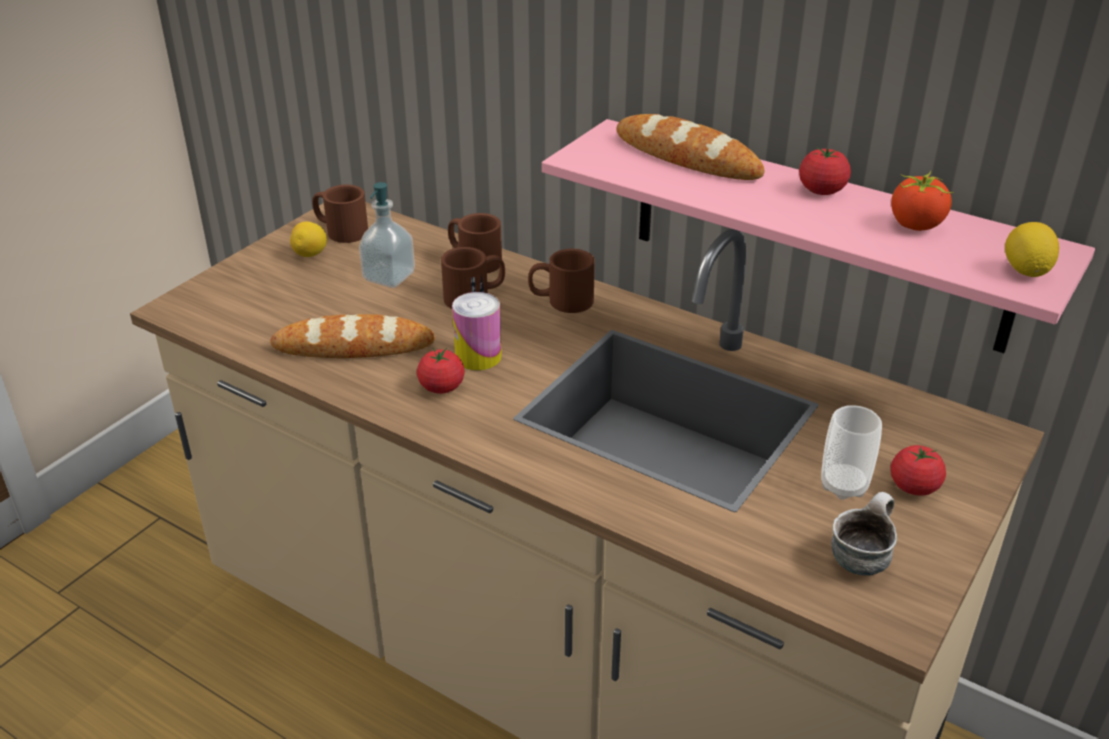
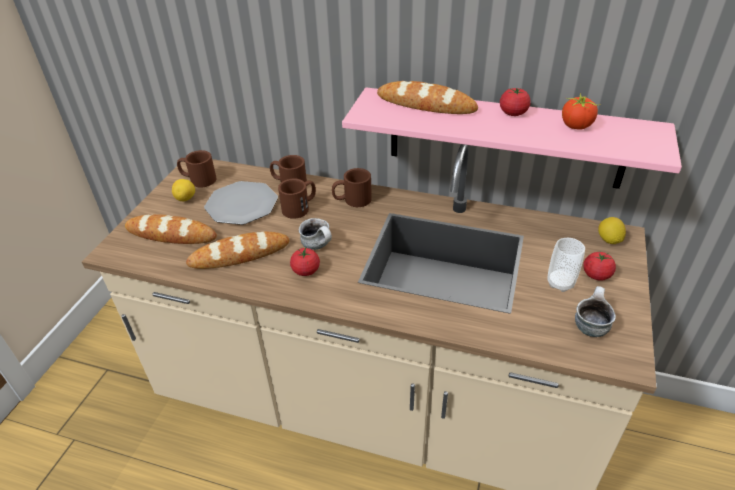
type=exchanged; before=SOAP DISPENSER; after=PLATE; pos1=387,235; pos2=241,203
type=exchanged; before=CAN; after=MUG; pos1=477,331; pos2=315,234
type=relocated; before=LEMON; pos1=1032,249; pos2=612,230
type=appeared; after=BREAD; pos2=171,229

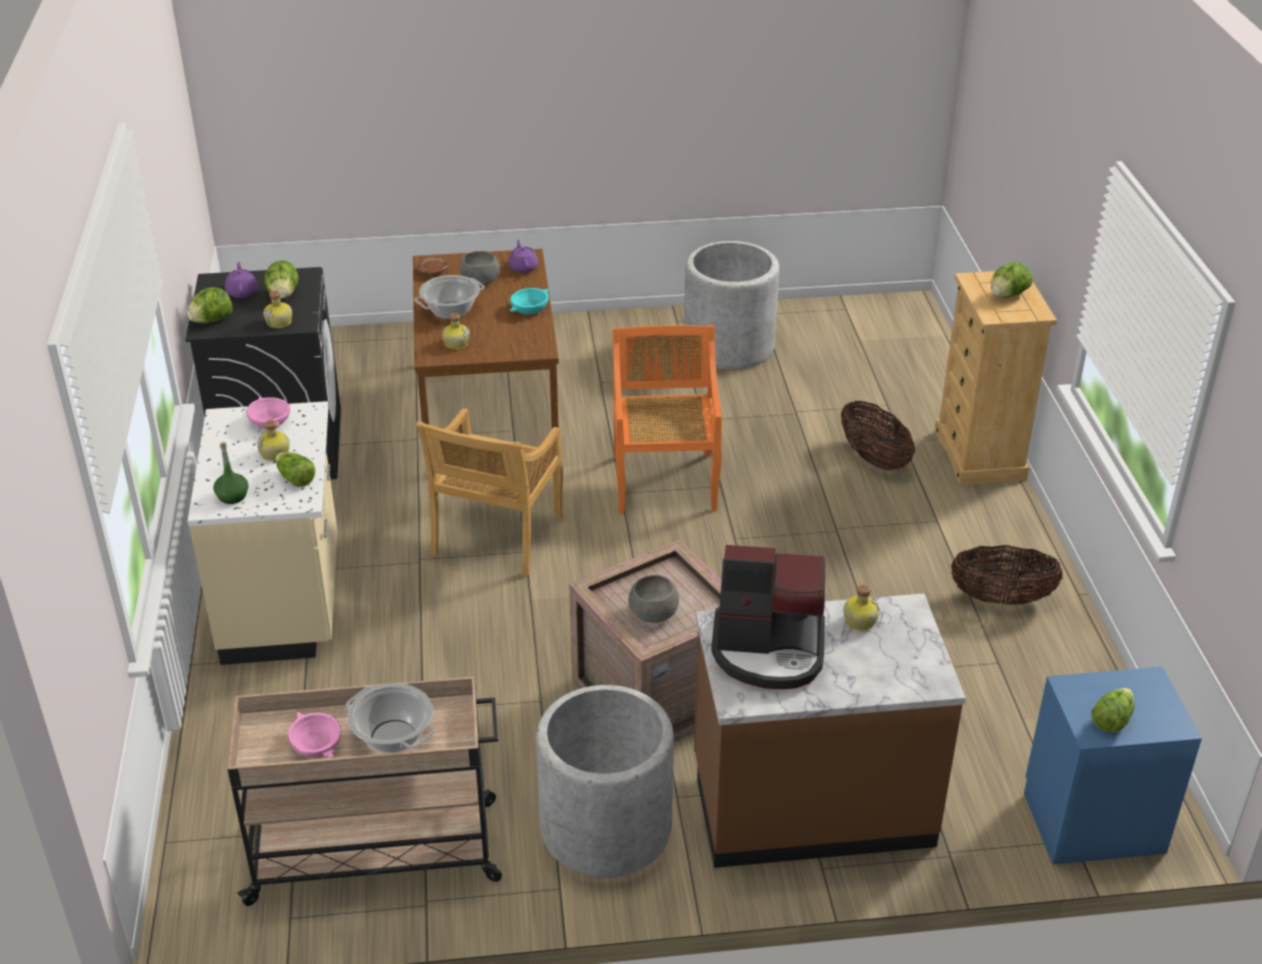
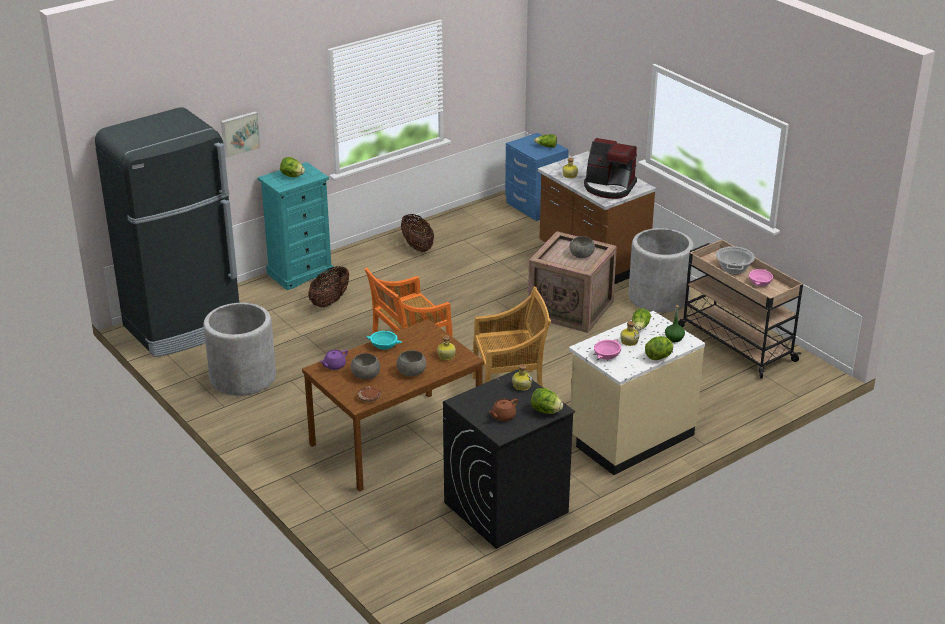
type=colour; before=PURPLE TEAPOT; after=BROWN TEAPOT; pos1=241,280; pos2=503,410
type=relocated; before=LETTUCE; pos1=281,279; pos2=659,348
type=exchanged; before=COOKING POT; after=GREY BOWL; pos1=450,297; pos2=411,363
type=spun; before=COFFEE MACHINE; pos1=768,617; pos2=610,168; turn=135
type=colour; before=BEIGE DRESSER; after=TURQUOISE DRESSER; pos1=996,378; pos2=296,226
type=appeared; after=BLACK FRIDGE; pos2=167,232
type=appeared; after=PICTURE; pos2=241,134

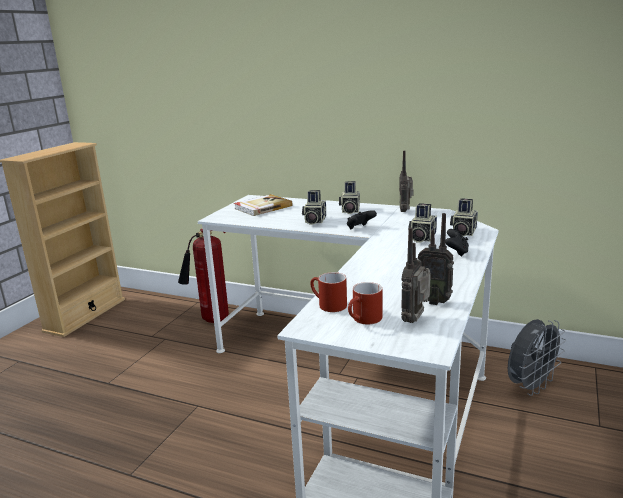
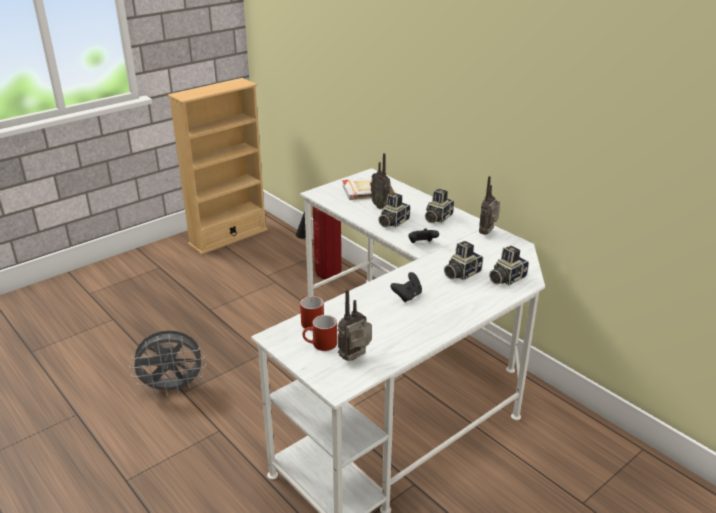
type=relocated; before=RADIO; pos1=436,259; pos2=381,181
type=relocated; before=BLACK GAME CONTROLLER; pos1=457,242; pos2=406,287
type=relocated; before=GREY FAN; pos1=537,357; pos2=167,363

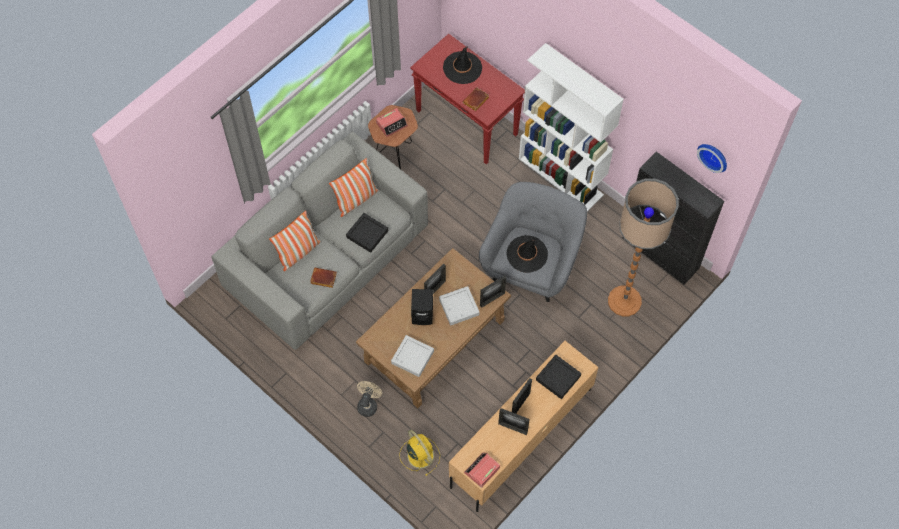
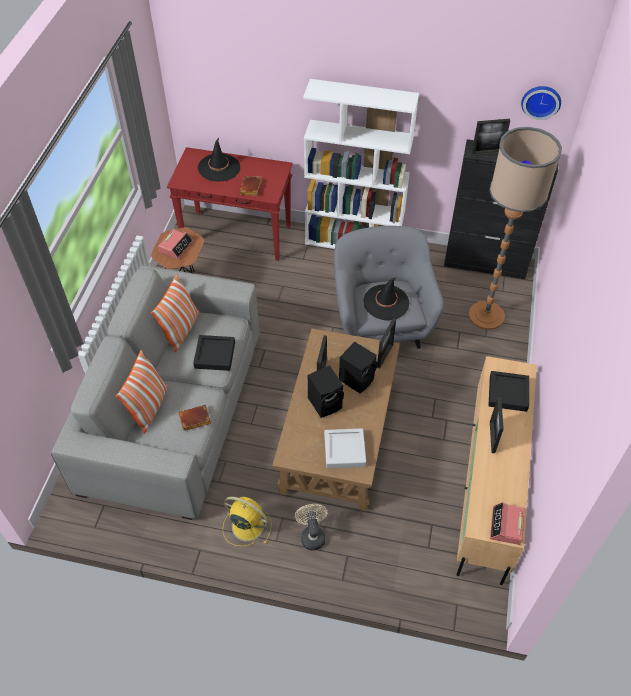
type=relocated; before=YELLOW FAN; pos1=419,453; pos2=247,521
type=exchanged; before=GREY TRAY; after=BLACK SPEAKER; pos1=459,305; pos2=358,367
type=relocated; before=PICTURE FRAME; pos1=514,421; pos2=490,137

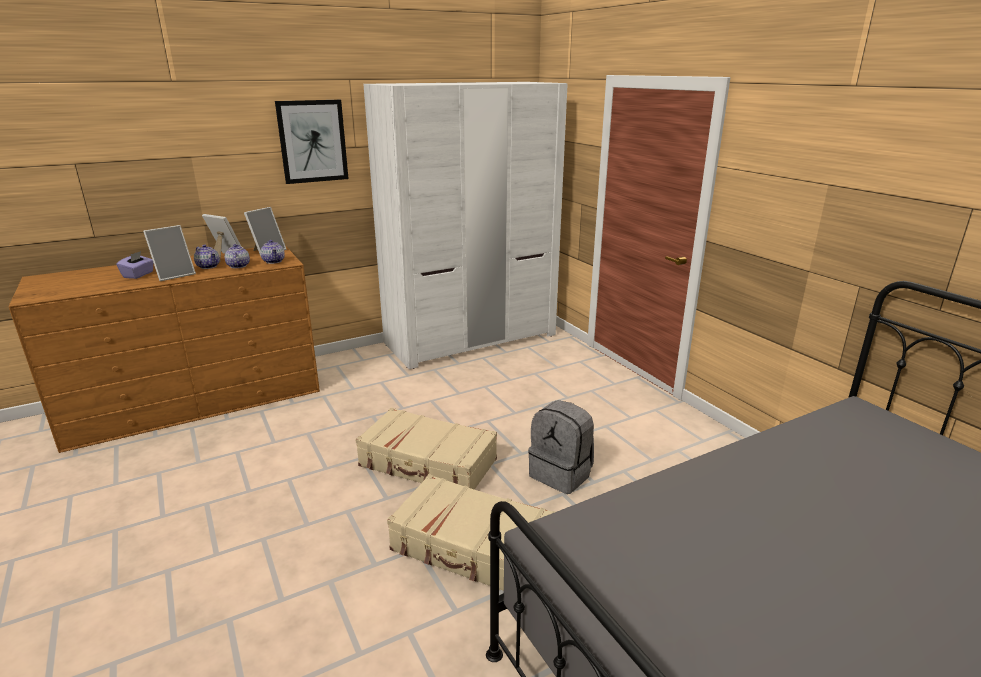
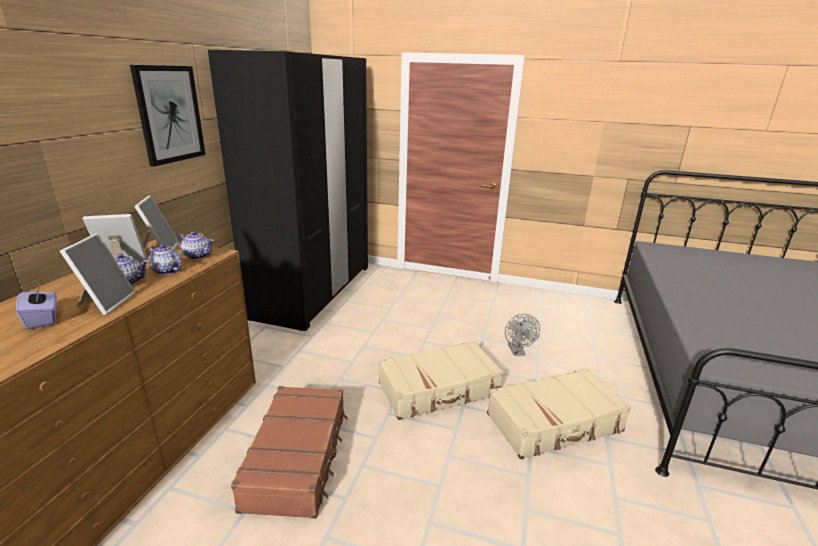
type=colour; before=WHITE WARDROBE; after=BLACK WARDROBE; pos1=465,225; pos2=288,190
type=exchanged; before=GREY BACKPACK; after=GREY FAN; pos1=561,447; pos2=522,335
type=appeared; after=BROWN SUITCASE; pos2=289,452

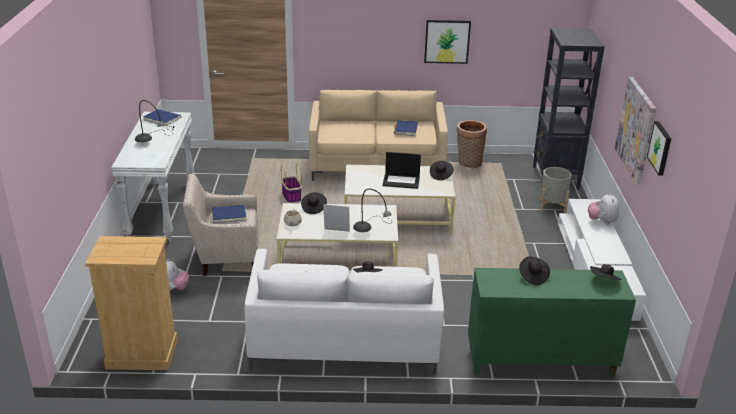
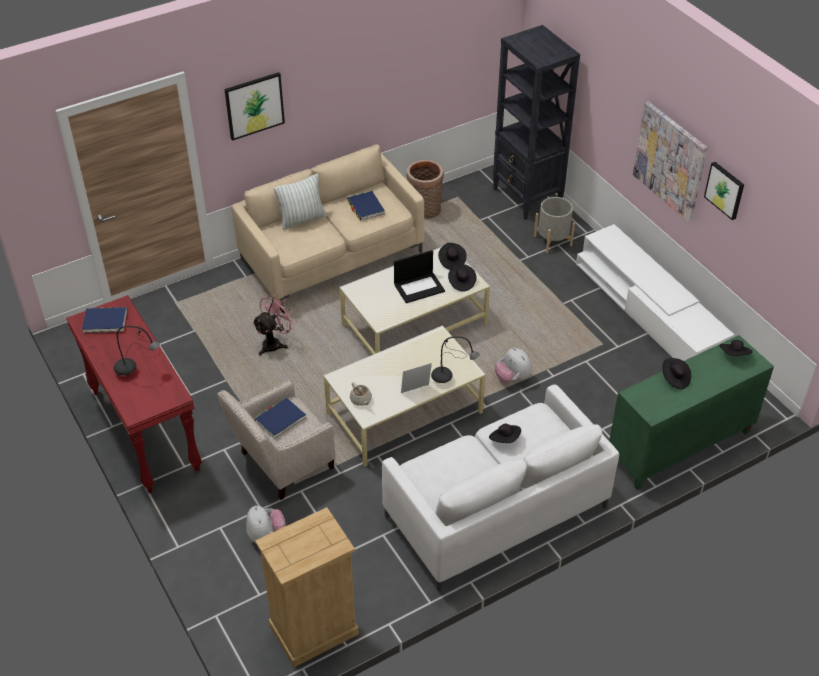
type=colour; before=WHITE CONSOLE TABLE; after=RED CONSOLE TABLE; pos1=153,177; pos2=134,394
type=exchanged; before=BASKET; after=PINK FAN; pos1=291,183; pos2=274,324
type=relocated; before=BLACK HAT; pos1=314,203; pos2=462,278
type=relocated; before=PICTURE; pos1=447,42; pos2=254,106
type=relocated; before=PLUSH TOY; pos1=603,209; pos2=513,365
type=appeared; after=PILLOW; pos2=300,202

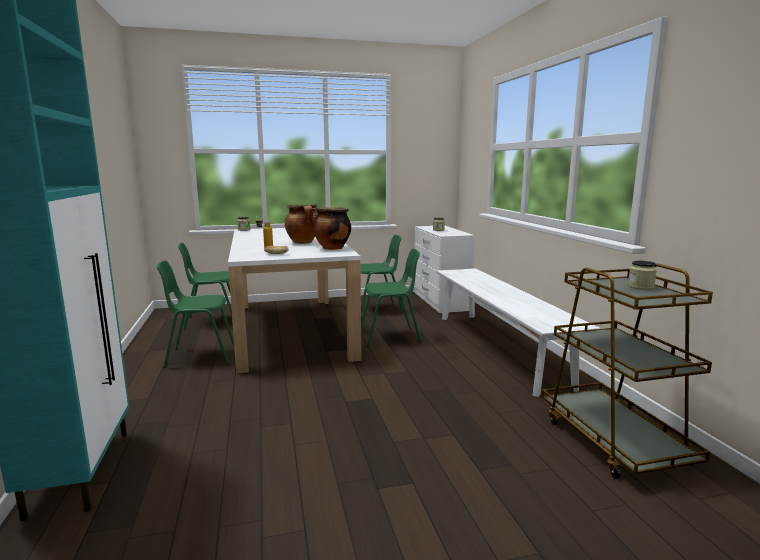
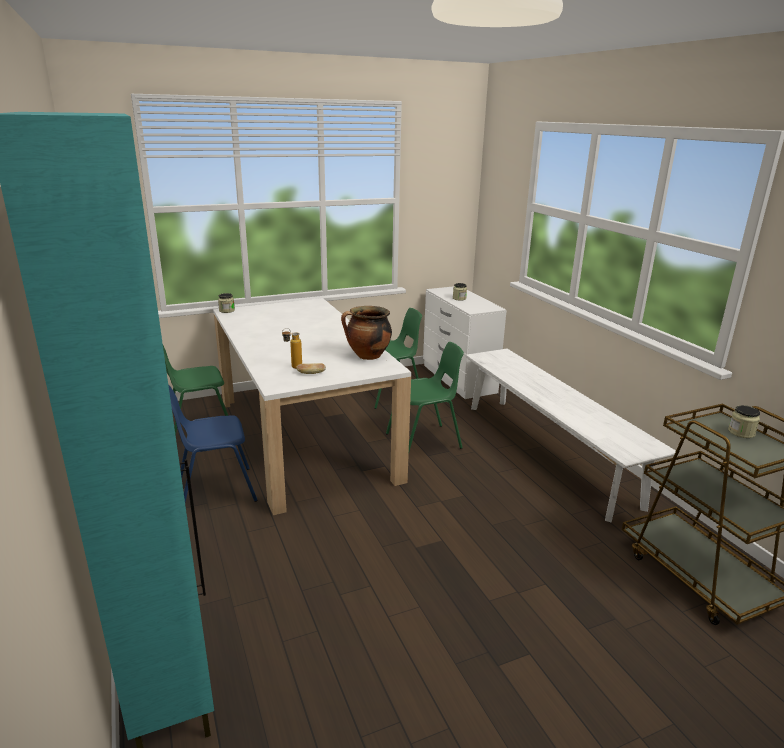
type=colour; before=GREEN CHAIR; after=BLUE CHAIR; pos1=195,314; pos2=212,443
type=missing; before=COOKING POT; pos1=301,224

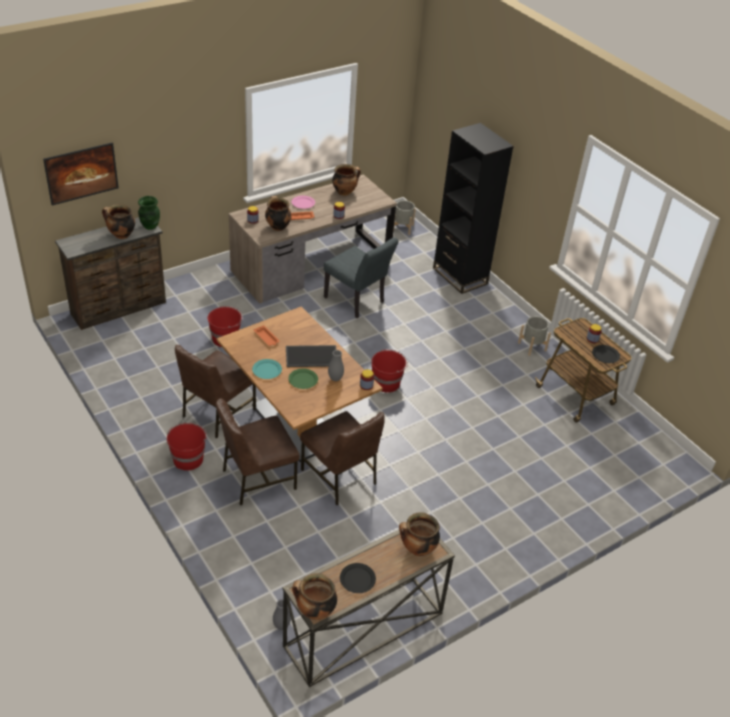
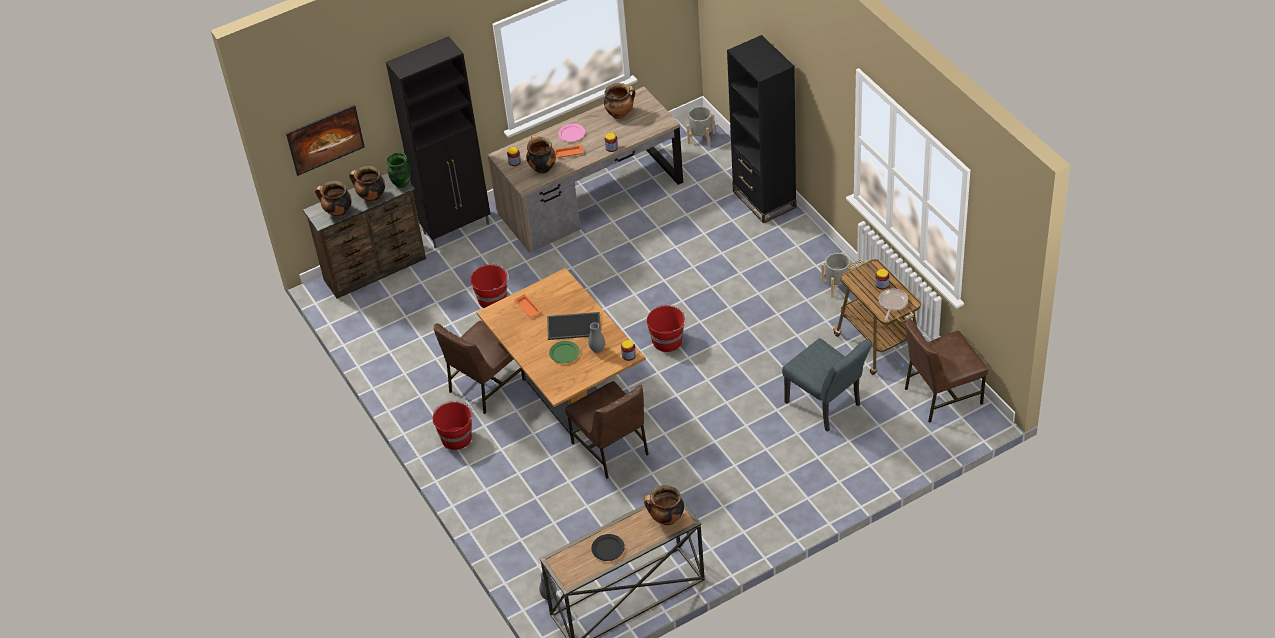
type=relocated; before=BROWN CHAIR; pos1=258,452; pos2=946,371
type=missing; before=TURQUOISE PLATE; pos1=267,369
type=relocated; before=COOKING POT; pos1=314,596; pos2=333,199
type=relocated; before=GREY CHAIR; pos1=361,277; pos2=827,385
type=exchanged; before=BLACK PLATE; after=FRYING PAN; pos1=606,354; pos2=893,304
type=appeared; after=BLACK CABINET; pos2=438,142

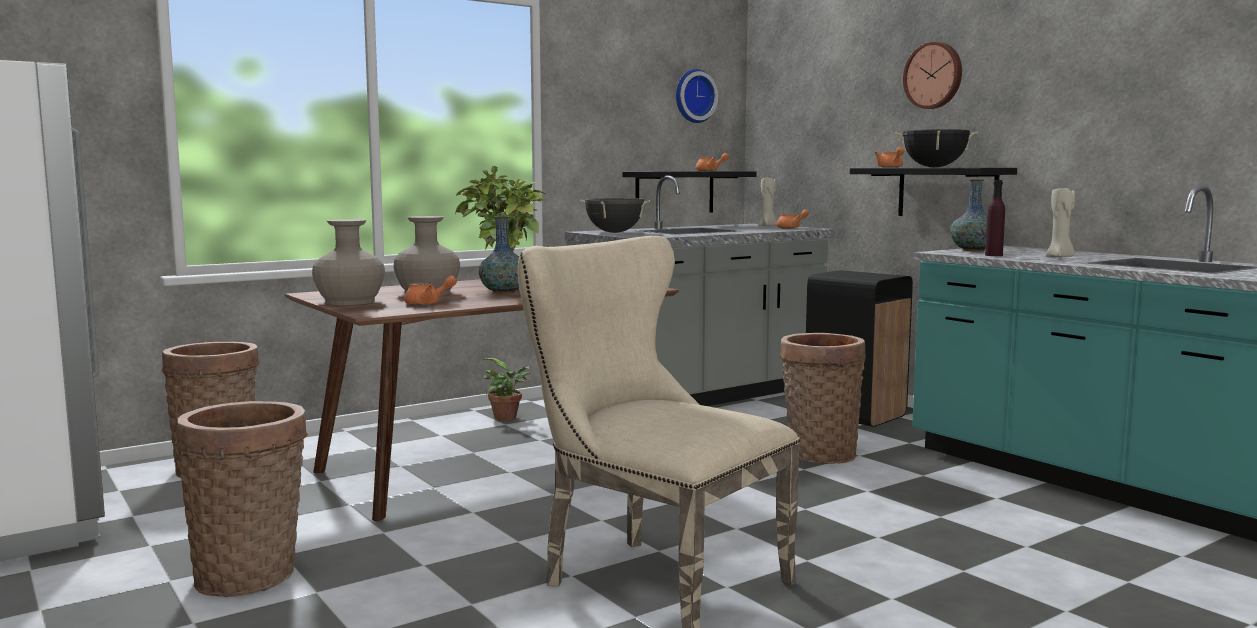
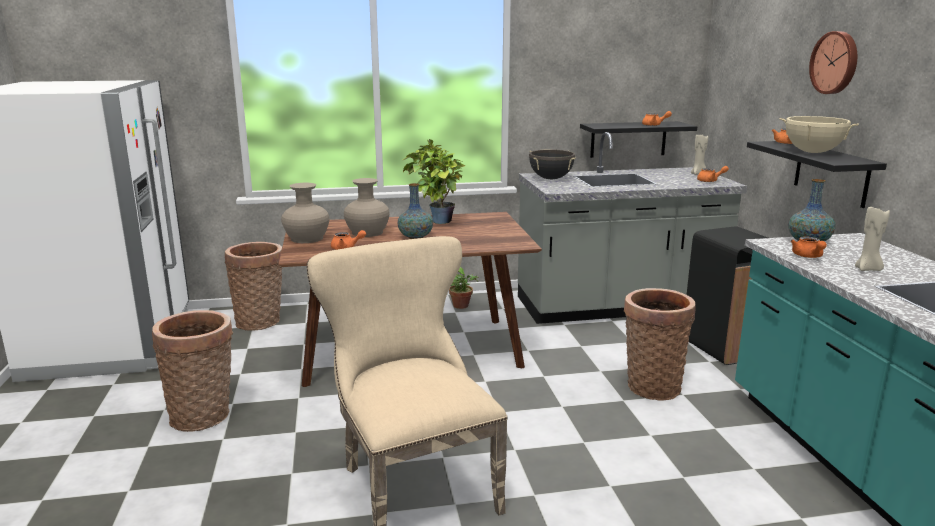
type=missing; before=WALL CLOCK; pos1=697,96
type=colour; before=BLACK COOKING POT; after=BEIGE COOKING POT; pos1=936,148; pos2=819,134
type=exchanged; before=PURPLE BOTTLE; after=ORANGE TEAPOT; pos1=995,218; pos2=809,247

